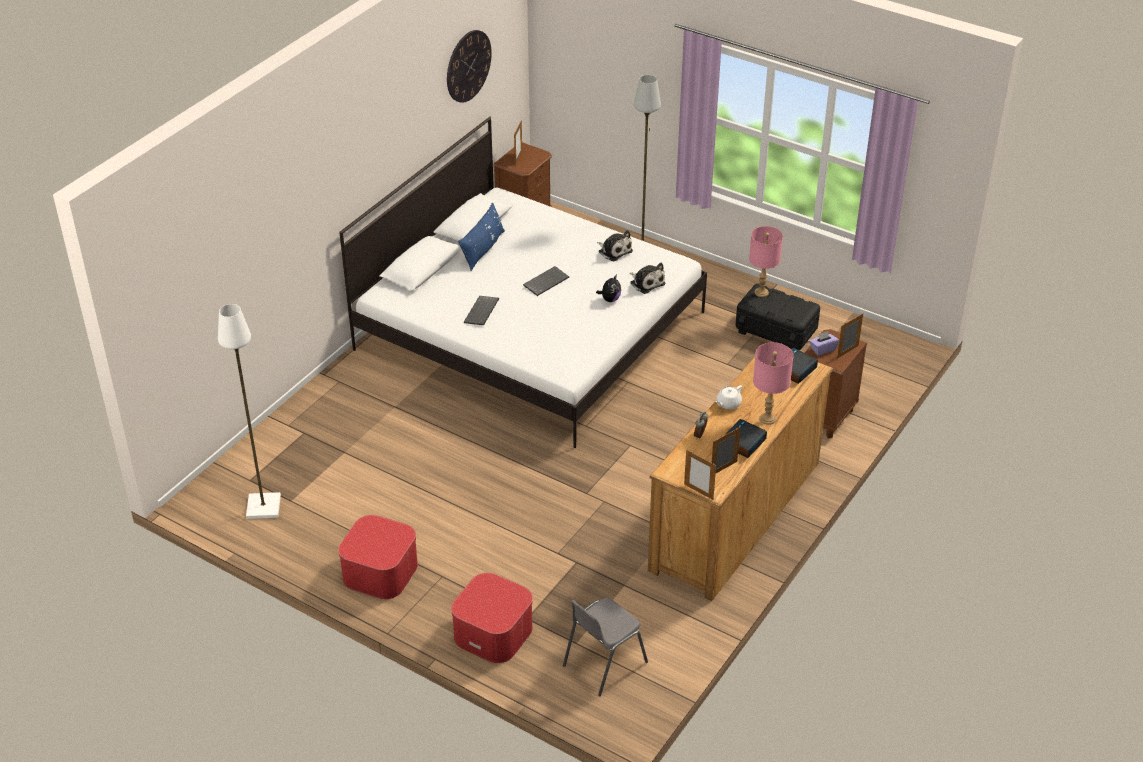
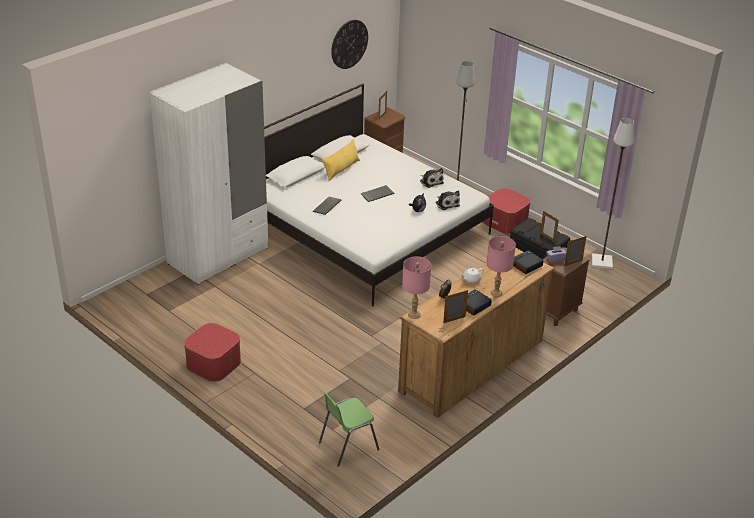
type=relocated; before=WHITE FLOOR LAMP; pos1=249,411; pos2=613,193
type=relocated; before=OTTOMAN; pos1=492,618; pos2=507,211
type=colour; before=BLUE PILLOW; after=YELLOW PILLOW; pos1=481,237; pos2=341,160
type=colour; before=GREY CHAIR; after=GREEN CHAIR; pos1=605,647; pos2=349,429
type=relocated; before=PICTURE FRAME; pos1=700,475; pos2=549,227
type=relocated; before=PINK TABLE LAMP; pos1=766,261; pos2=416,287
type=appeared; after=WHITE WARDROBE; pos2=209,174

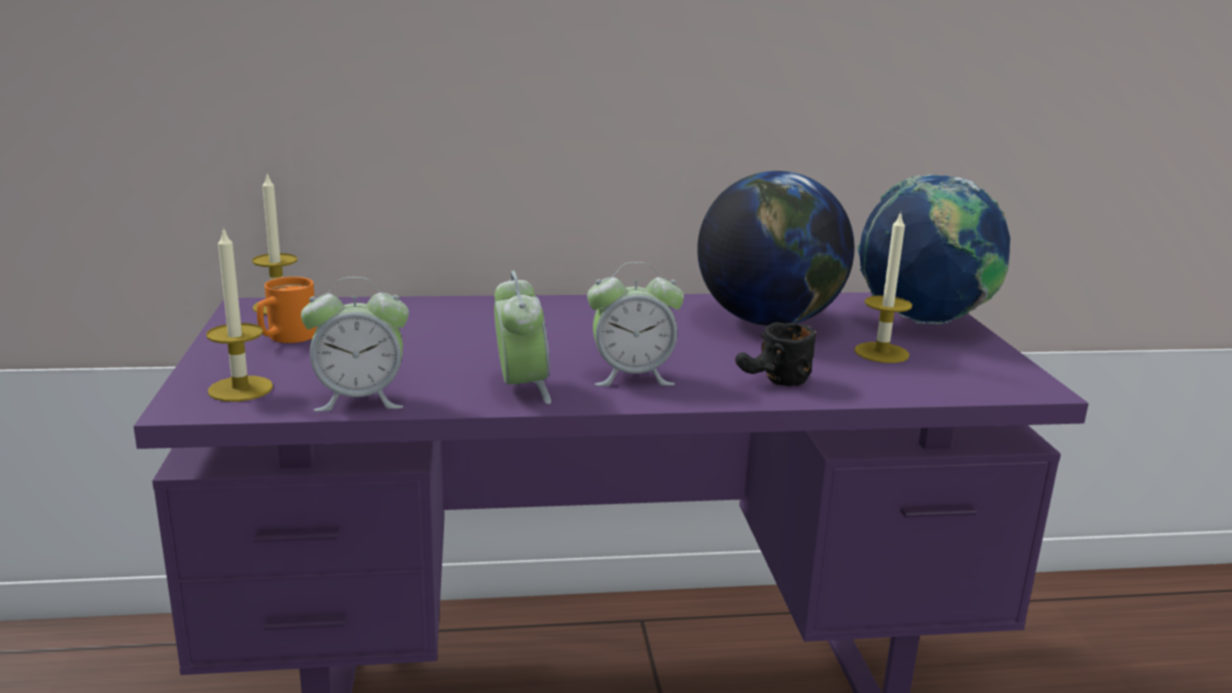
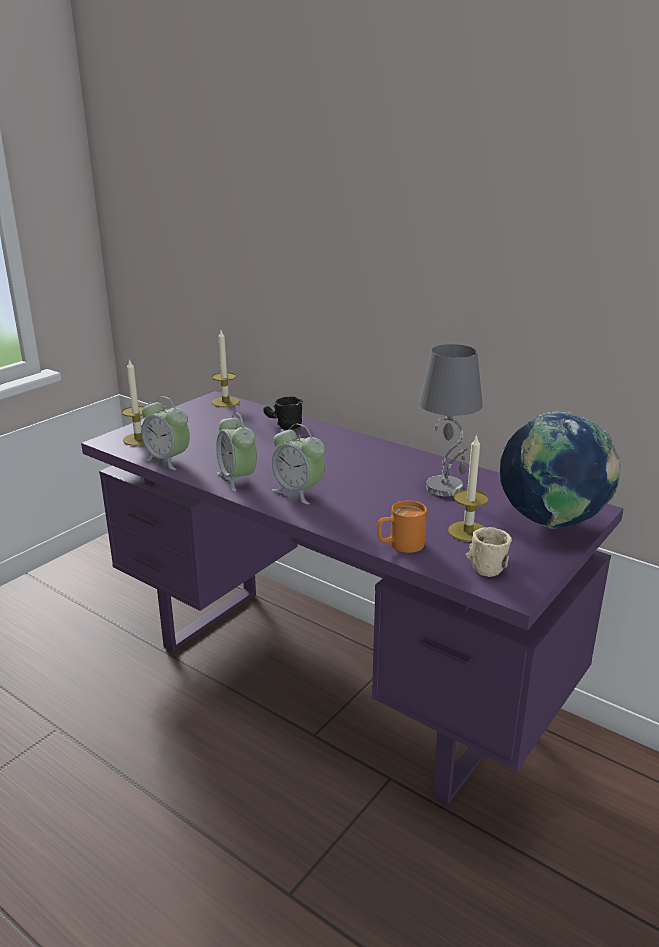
type=relocated; before=ORANGE MUG; pos1=287,310; pos2=402,526
type=spun; before=ALARM CLOCK; pos1=522,337; pos2=236,452; turn=120
type=exchanged; before=GLOBE; after=GREY TABLE LAMP; pos1=776,248; pos2=451,420
type=relocated; before=BLACK MUG; pos1=775,354; pos2=283,413
type=appeared; after=BEIGE MUG; pos2=489,552

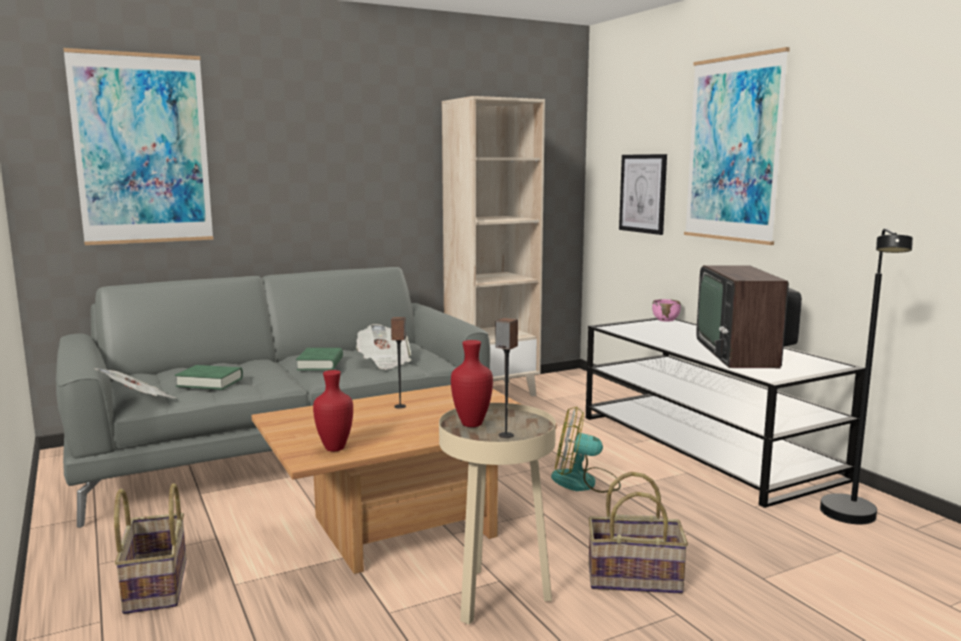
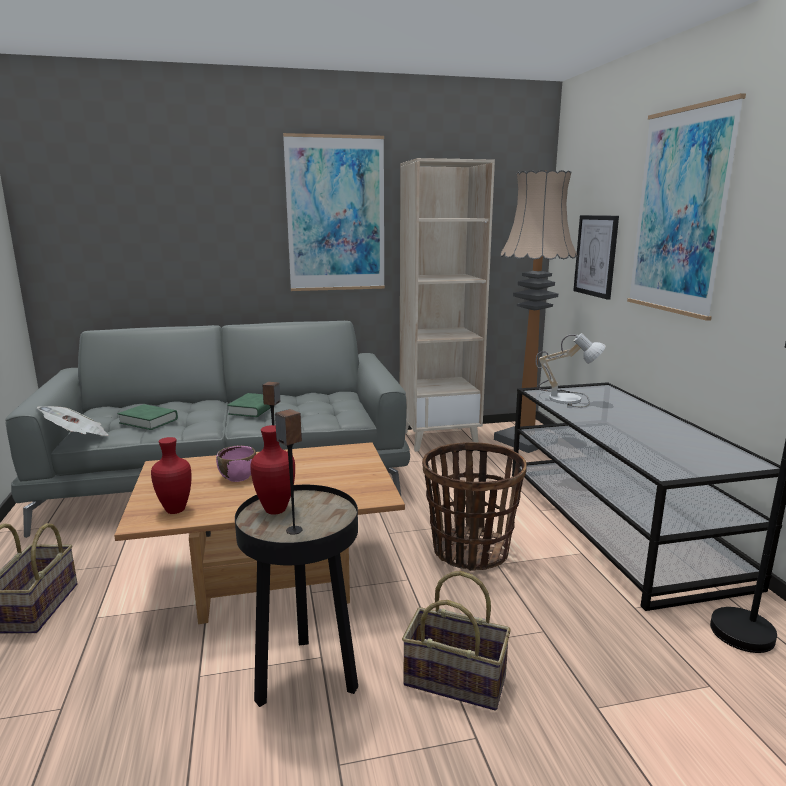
type=relocated; before=PICTURE; pos1=138,146; pos2=334,212
type=missing; before=NEWSPAPER; pos1=383,347
type=colour; before=BEIGE SIDE TABLE; after=BLACK SIDE TABLE; pos1=497,513; pos2=296,596
type=exchanged; before=FAN; after=BASKET; pos1=586,450; pos2=474,506
type=relocated; before=PINK BOWL; pos1=666,310; pos2=236,464
type=missing; before=TELEVISION; pos1=749,316
type=appeared; after=FLOOR LAMP; pos2=536,311
type=appeared; after=TABLE LAMP; pos2=571,370

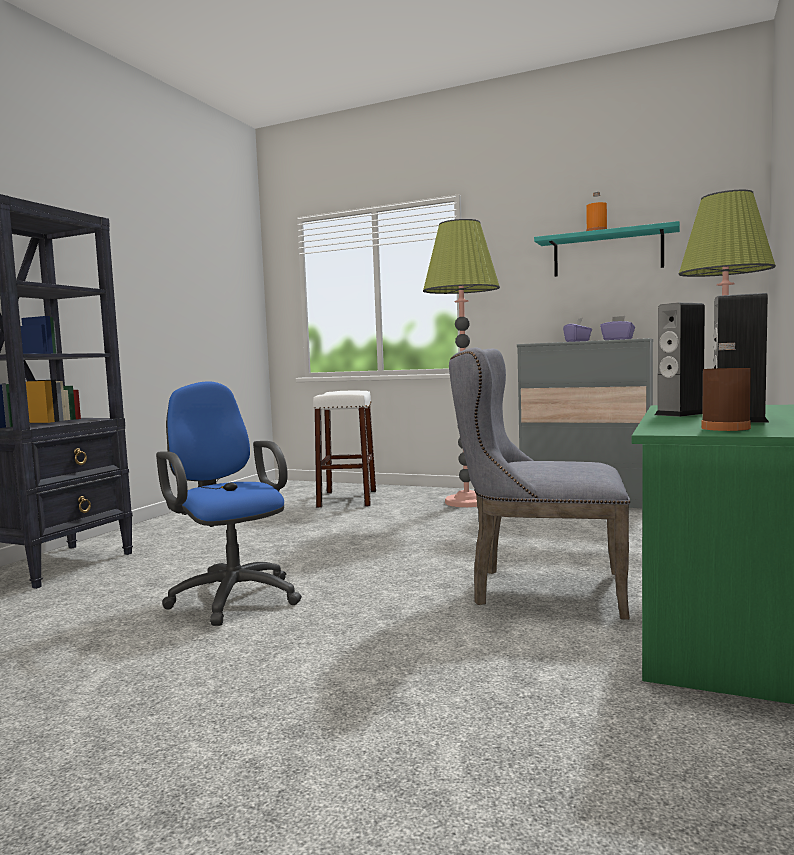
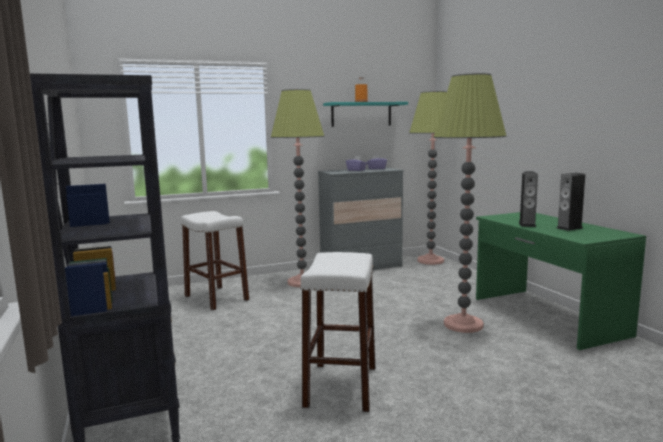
type=exchanged; before=BLUE OFFICE CHAIR; after=WHITE STOOL; pos1=229,503; pos2=337,332
type=exchanged; before=GREY CHAIR; after=FLOOR LAMP; pos1=539,484; pos2=470,203
type=missing; before=BROWN BOTTLE; pos1=726,387

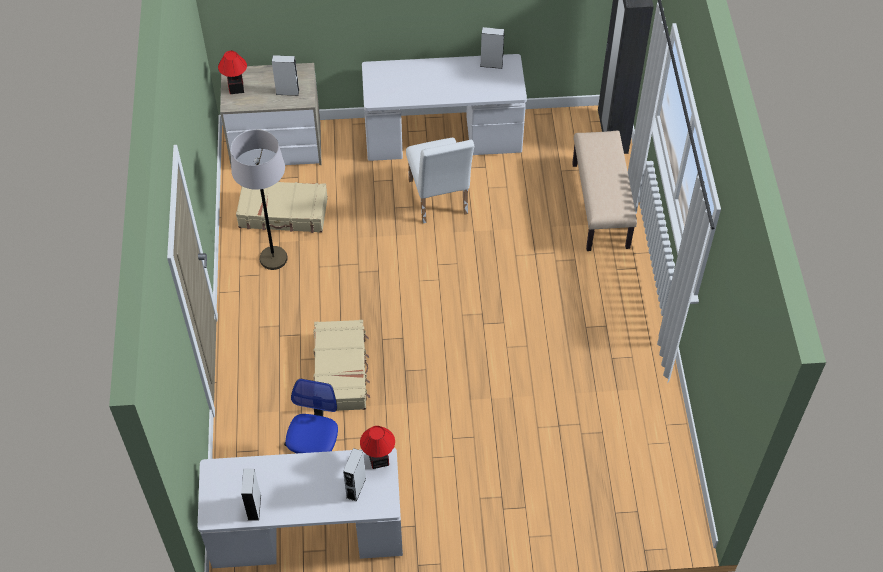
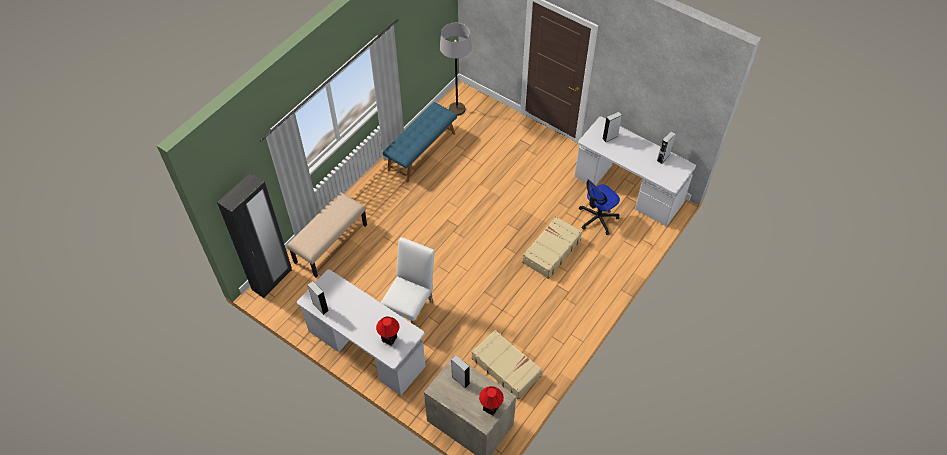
type=relocated; before=GREY FLOOR LAMP; pos1=259,199; pos2=456,69
type=relocated; before=TABLE LAMP; pos1=377,447; pos2=387,331
type=appeared; after=BLUE BENCH; pos2=420,142

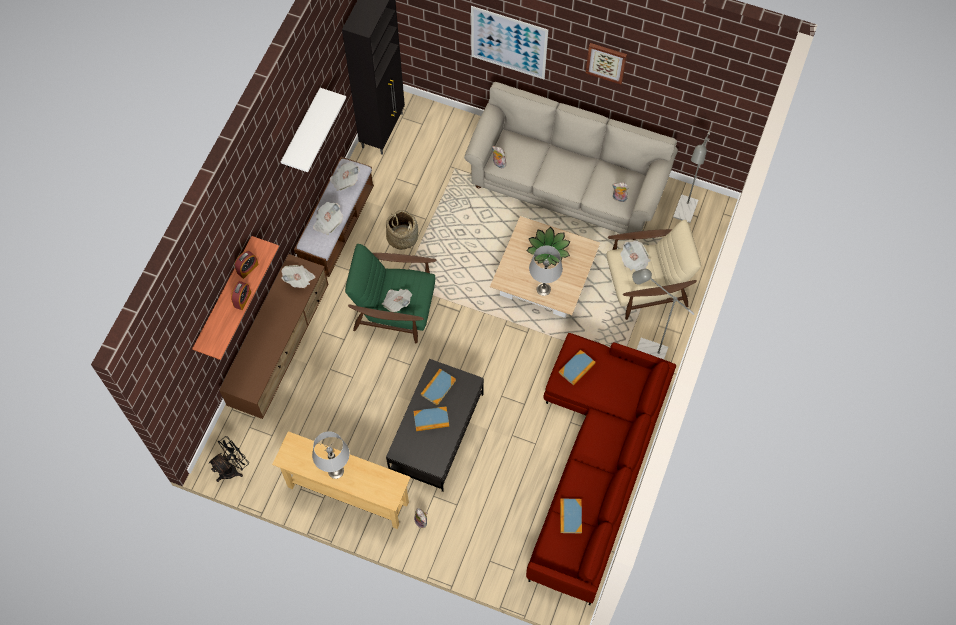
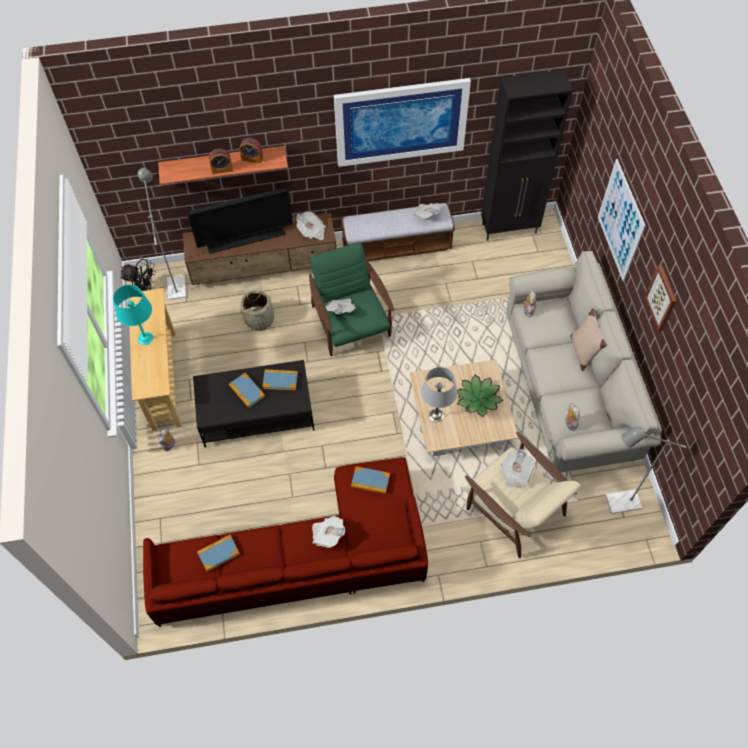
type=exchanged; before=WHITE SHELF; after=PICTURE; pos1=313,130; pos2=402,122
type=colour; before=GREY TABLE LAMP; after=TURQUOISE TABLE LAMP; pos1=331,455; pos2=133,315
type=relocated; before=NEWSPAPER; pos1=328,218; pos2=328,532
type=relocated; before=BASKET; pos1=402,230; pos2=257,310
type=relocated; before=GREY FLOOR LAMP; pos1=663,314; pos2=162,234
type=appeared; after=TELEVISION; pos2=240,221
type=appeared; after=BEIGE PILLOW; pos2=588,339

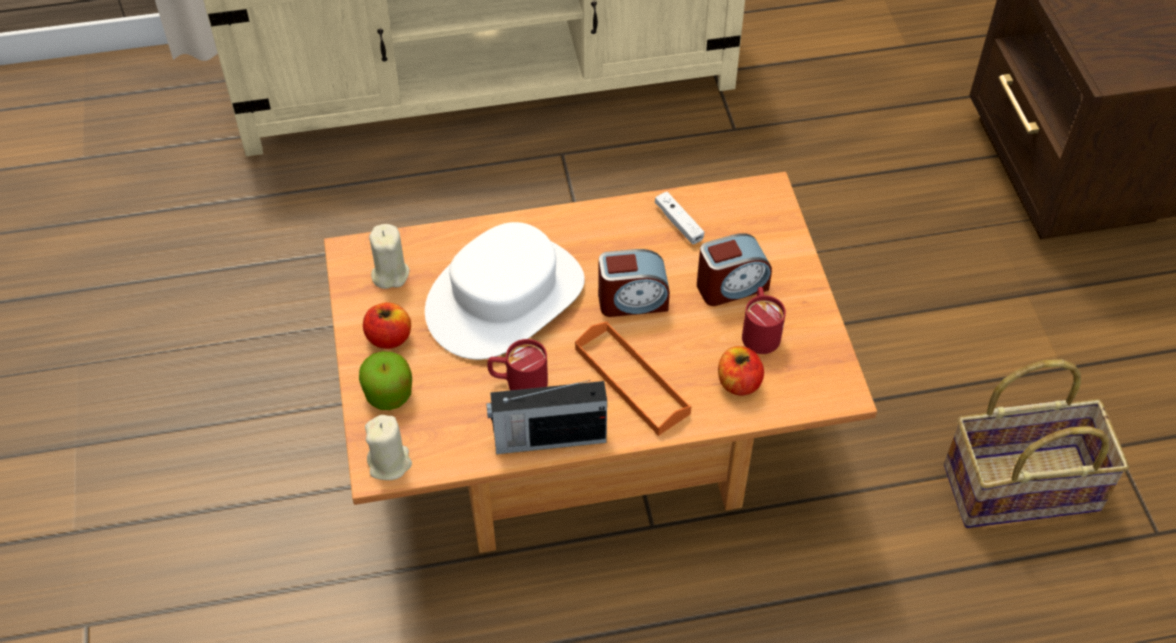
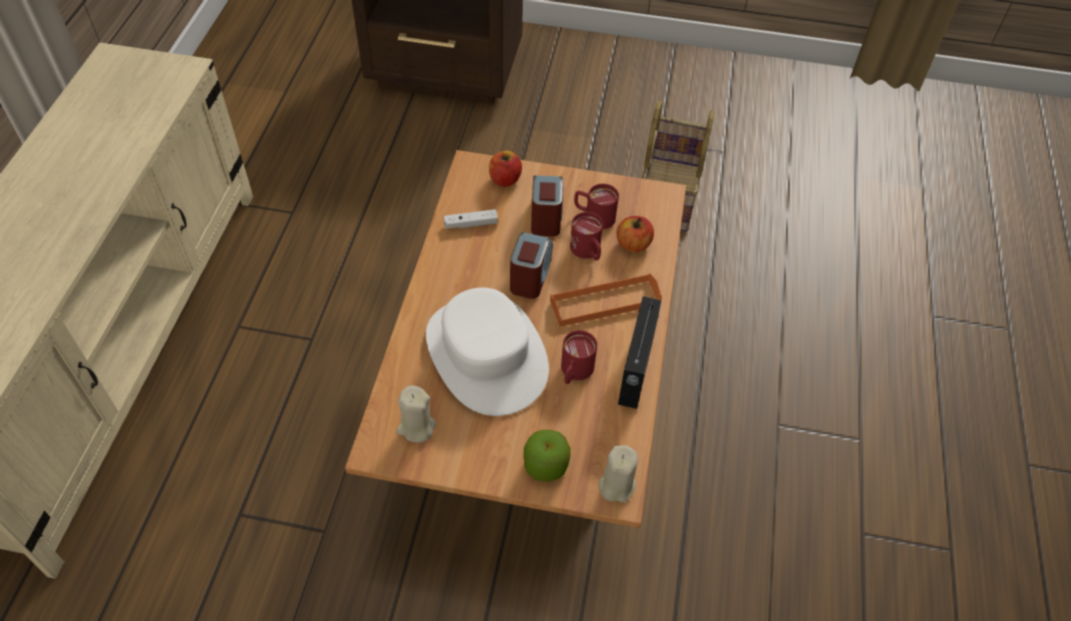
type=relocated; before=APPLE; pos1=387,325; pos2=505,169
type=appeared; after=RED MUG; pos2=586,236

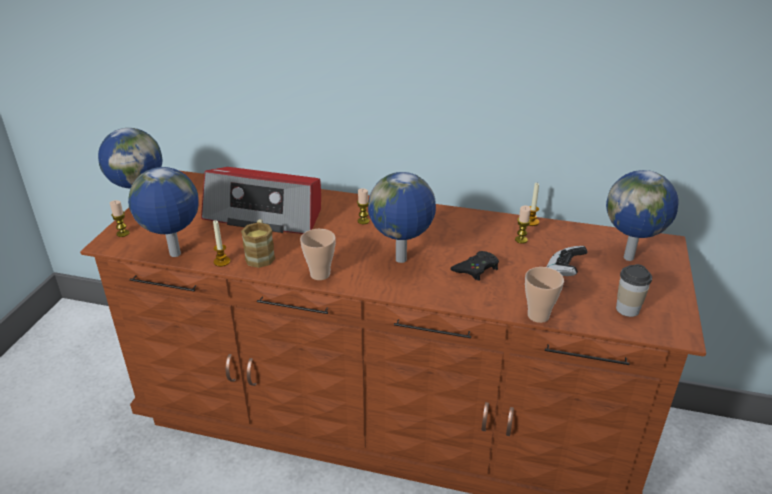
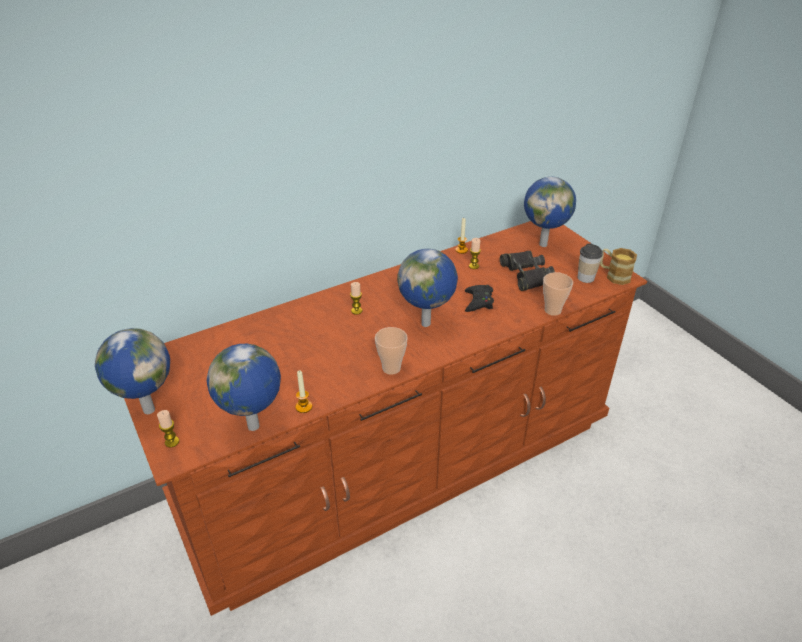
type=missing; before=RADIO; pos1=261,200
type=relocated; before=MUG; pos1=258,243; pos2=618,266
type=exchanged; before=GAME CONTROLLER; after=BLACK BINOCULARS; pos1=566,261; pos2=527,271

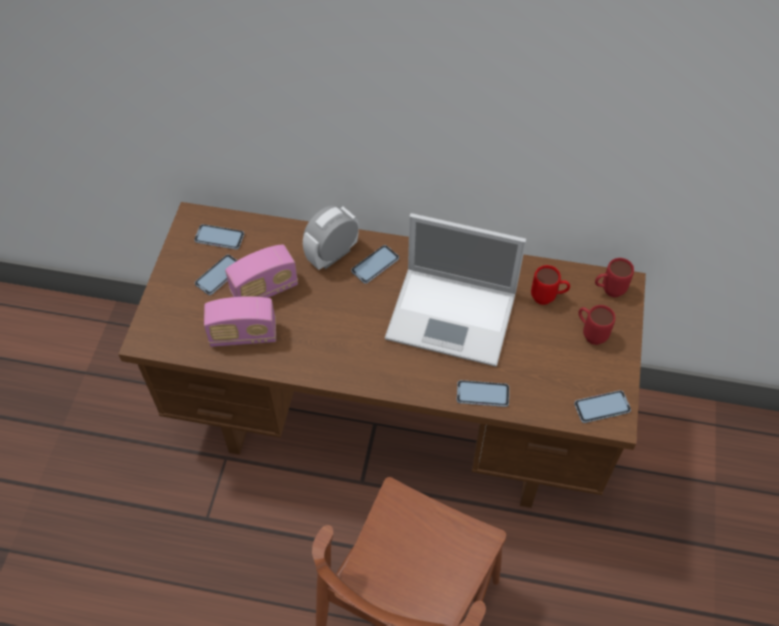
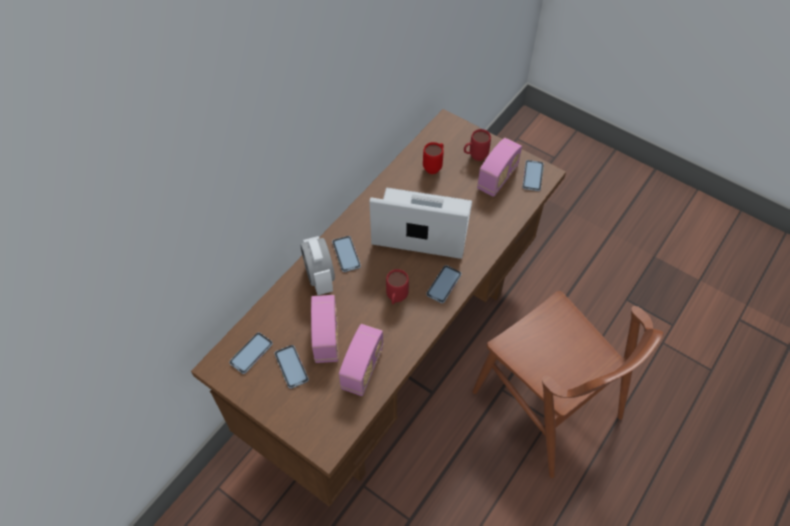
type=spun; before=LAPTOP; pos1=455,290; pos2=420,223; turn=-120
type=relocated; before=PHONE; pos1=483,393; pos2=443,284
type=relocated; before=RED MUG; pos1=614,277; pos2=397,286
type=appeared; after=RADIO; pos2=499,167

